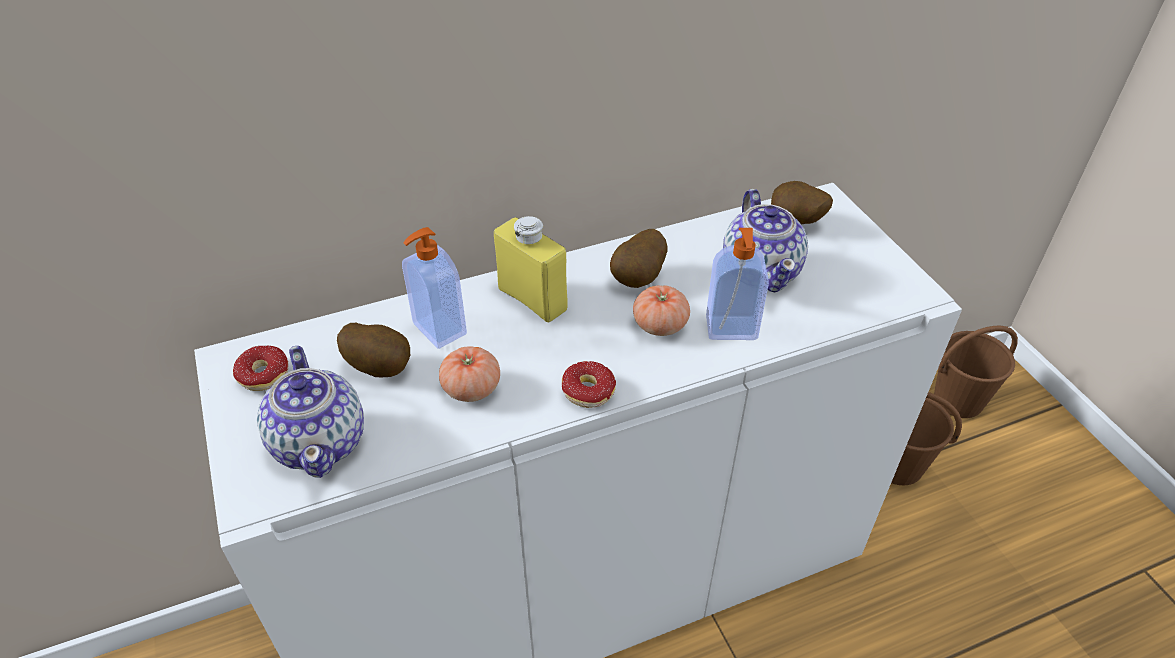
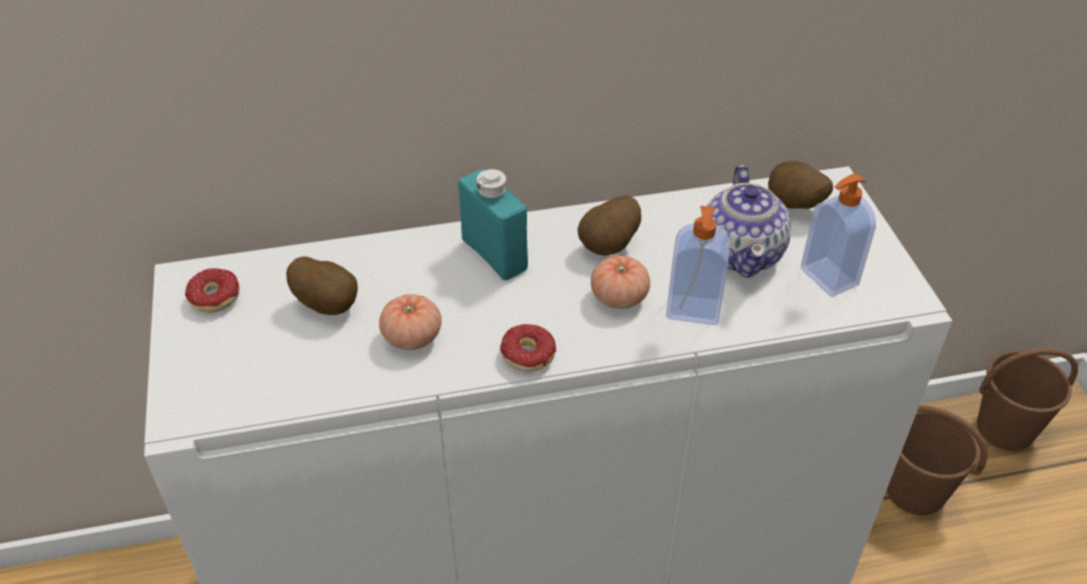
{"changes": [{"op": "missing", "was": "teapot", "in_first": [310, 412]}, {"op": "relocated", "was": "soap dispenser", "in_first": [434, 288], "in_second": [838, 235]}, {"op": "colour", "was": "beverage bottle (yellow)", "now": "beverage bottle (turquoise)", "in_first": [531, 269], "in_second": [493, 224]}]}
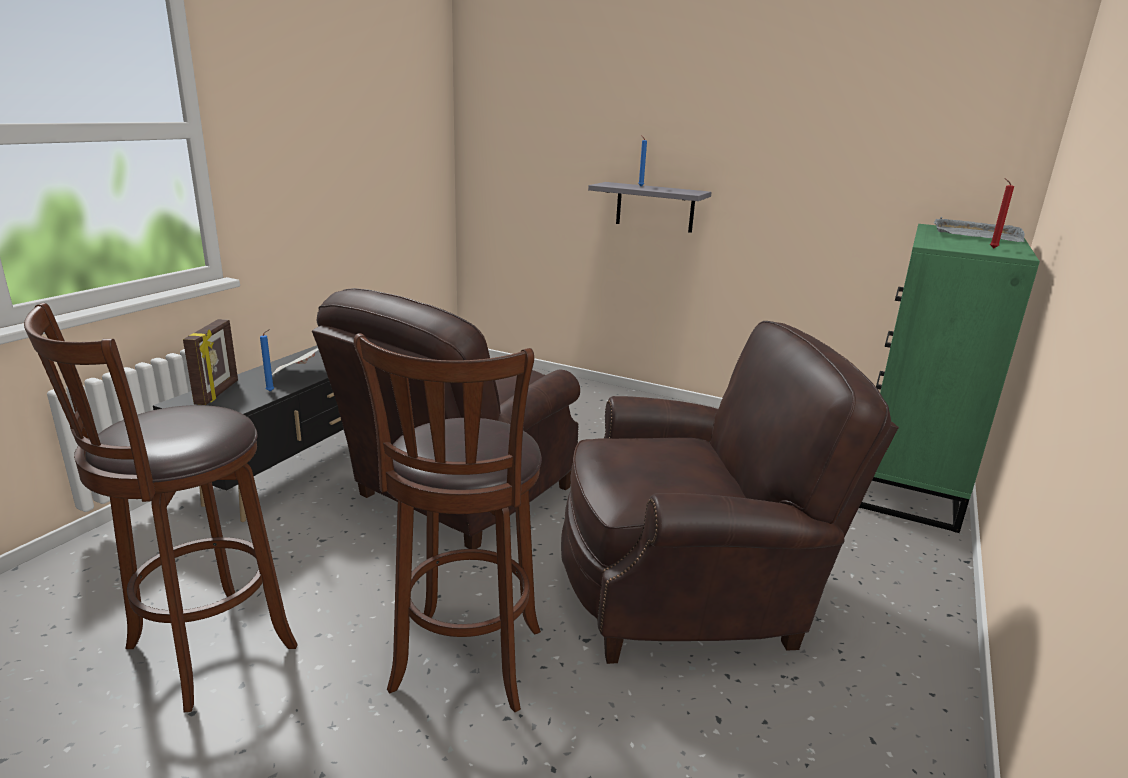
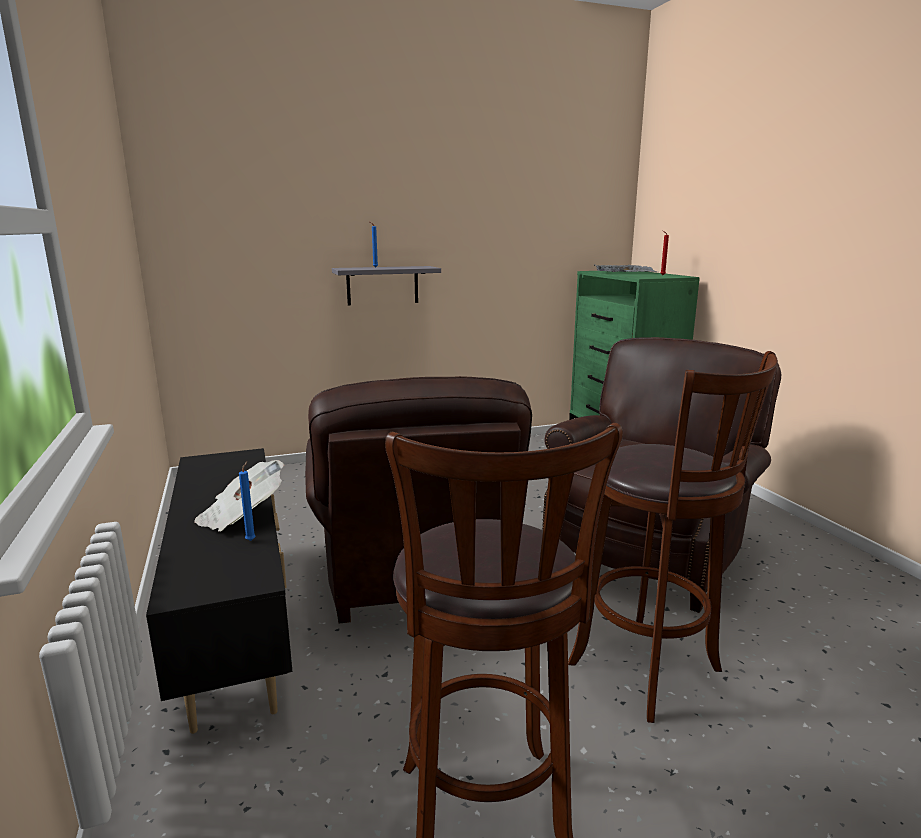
{"changes": [{"op": "missing", "was": "standing frame", "in_first": [210, 362]}]}
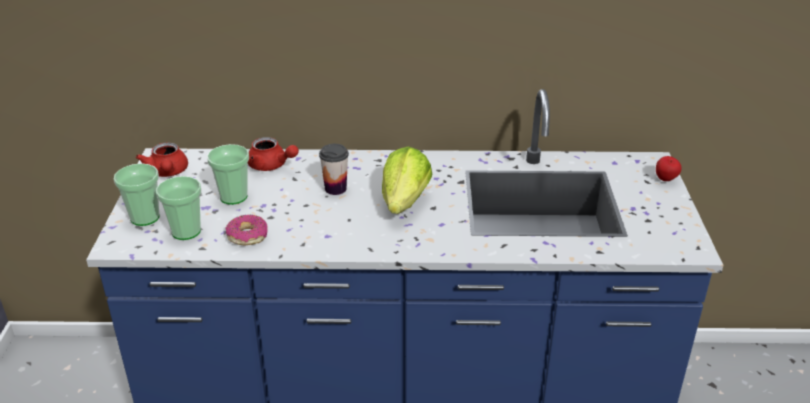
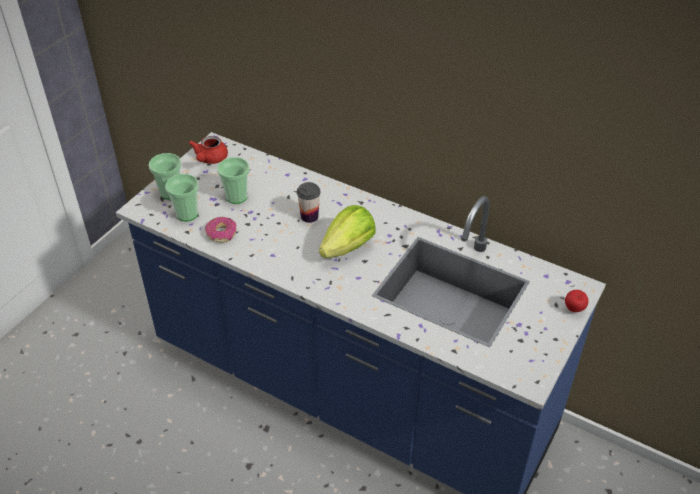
{"changes": [{"op": "missing", "was": "teapot (reddish)", "in_first": [273, 154]}]}
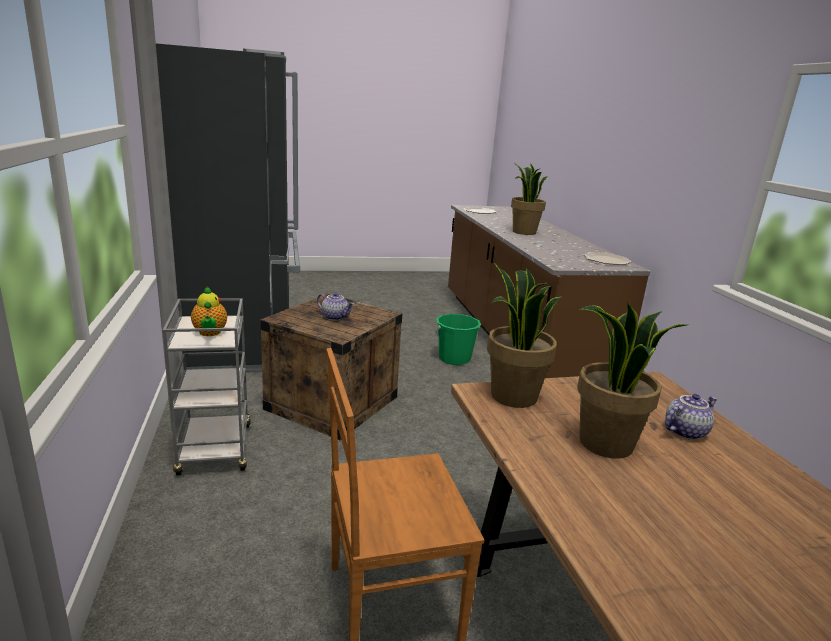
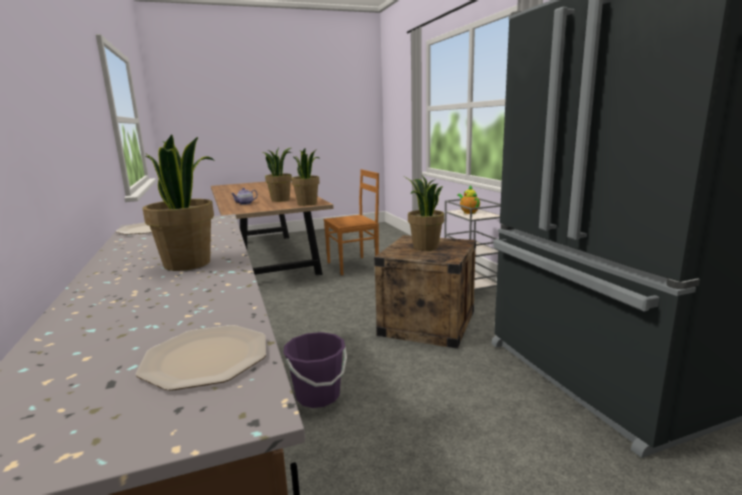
{"changes": [{"op": "exchanged", "was": "teapot", "now": "plant in a pot", "in_first": [335, 306], "in_second": [424, 213]}, {"op": "colour", "was": "pail (green-coloured)", "now": "pail (purple-coloured)", "in_first": [458, 339], "in_second": [315, 370]}]}
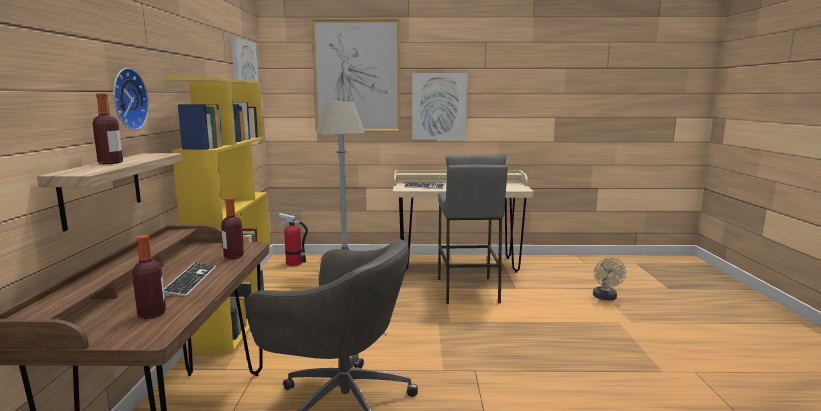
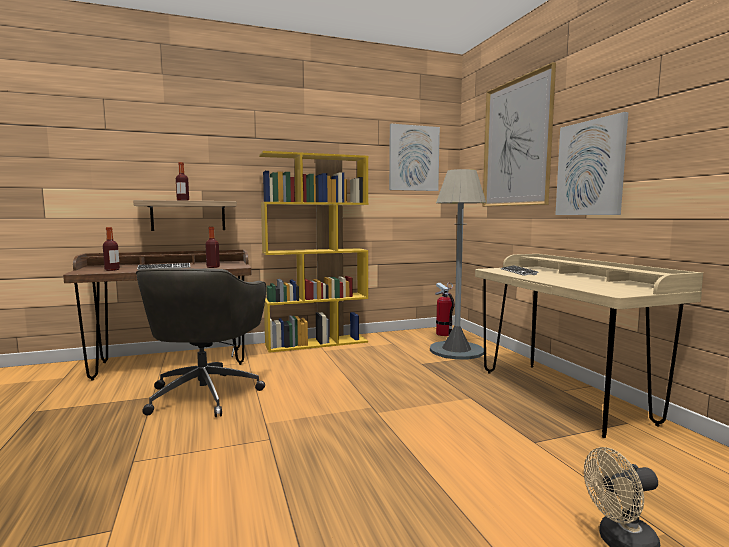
{"changes": [{"op": "missing", "was": "wall clock", "in_first": [131, 99]}, {"op": "missing", "was": "sitting stool (gray)", "in_first": [472, 229]}]}
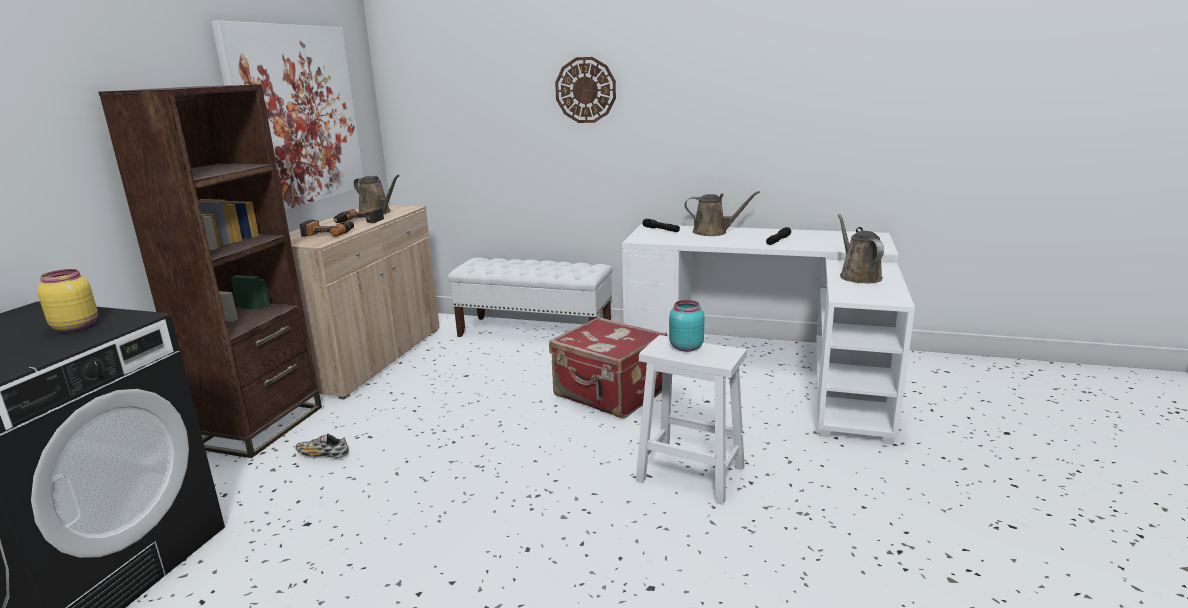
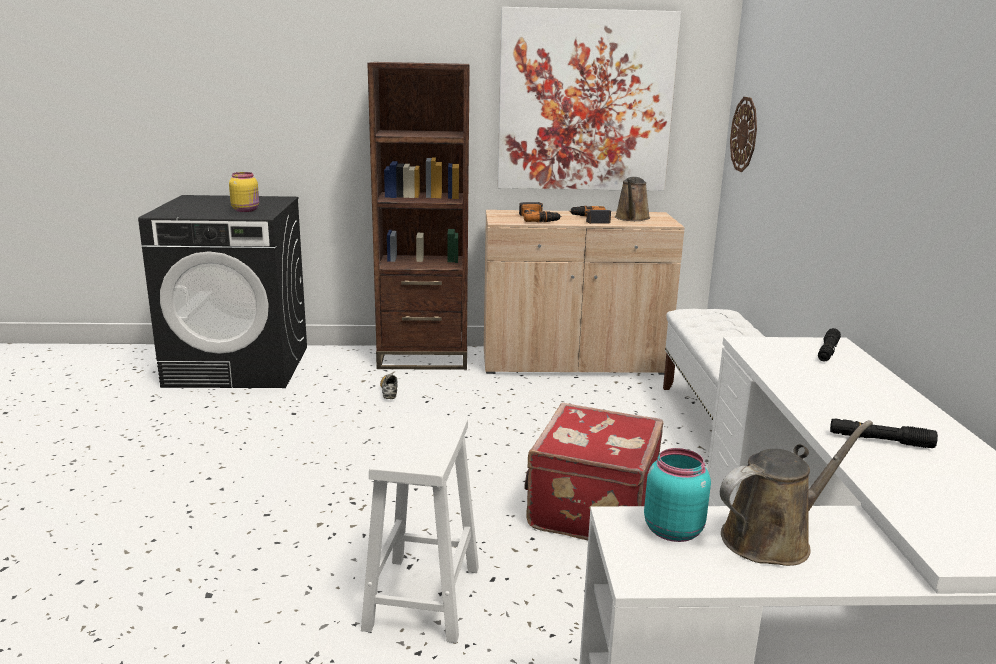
{"changes": [{"op": "missing", "was": "sprinkling can (brown-coloured)", "in_first": [722, 213]}, {"op": "relocated", "was": "wall clock", "in_first": [585, 90], "in_second": [743, 134]}, {"op": "relocated", "was": "preserve jar (turquoise)", "in_first": [686, 326], "in_second": [677, 495]}]}
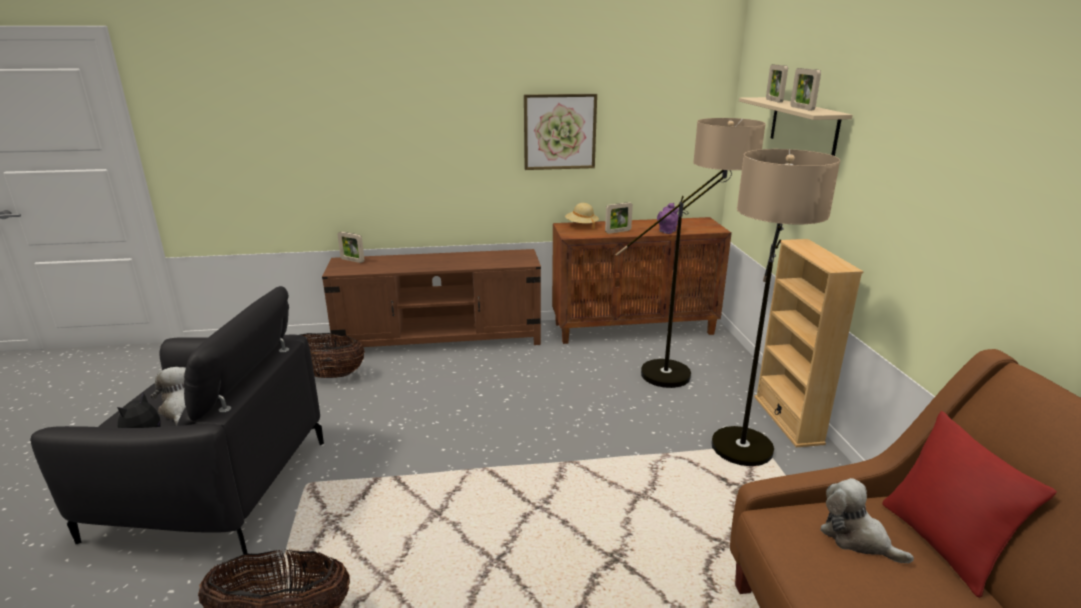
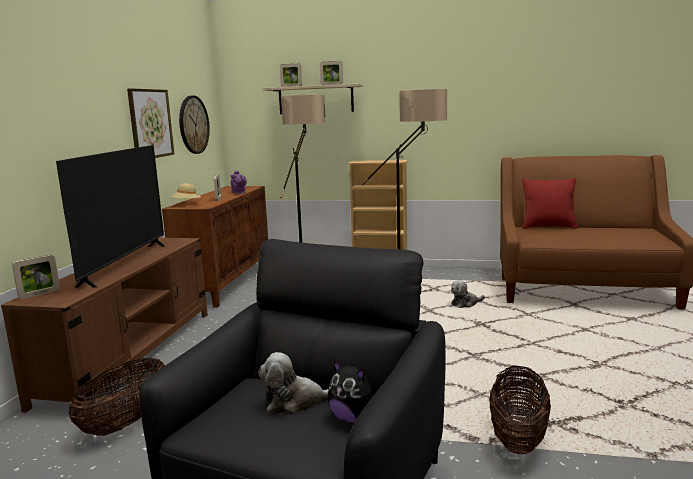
{"changes": [{"op": "appeared", "now": "TV", "in_second": [111, 216]}, {"op": "appeared", "now": "wall clock", "in_second": [194, 124]}, {"op": "relocated", "was": "plush toy", "in_first": [867, 520], "in_second": [468, 294]}]}
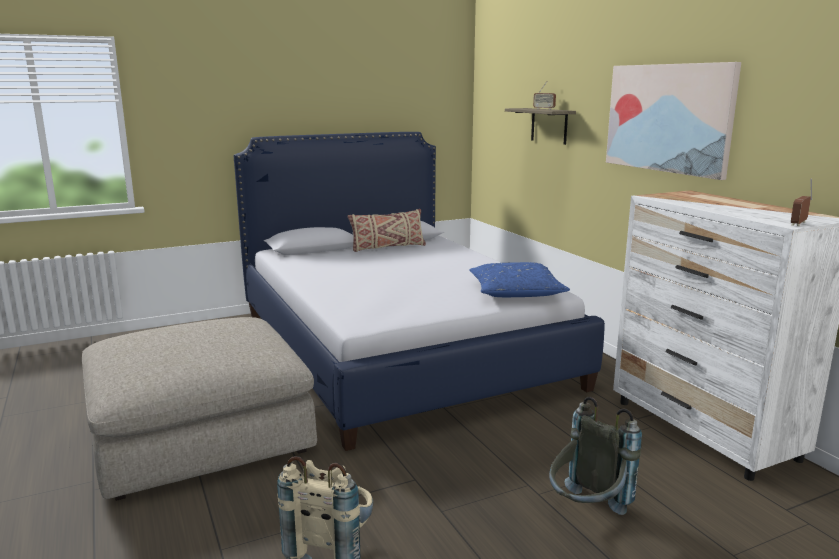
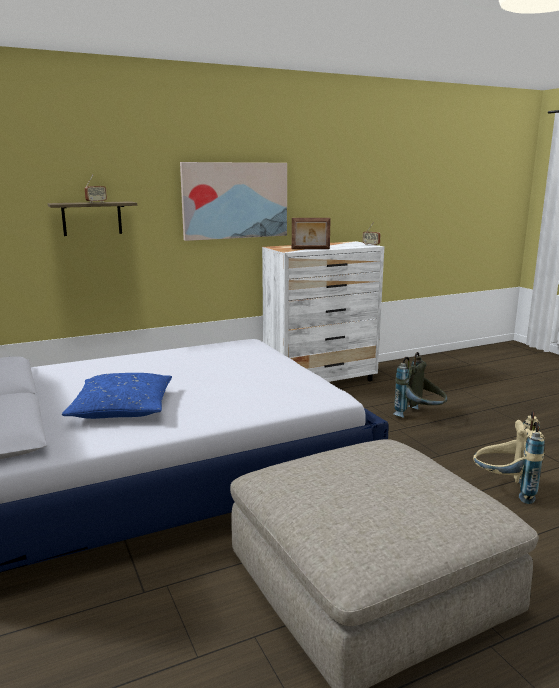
{"changes": [{"op": "missing", "was": "throw pillow (beige-coloured)", "in_first": [387, 230]}, {"op": "appeared", "now": "standing frame", "in_second": [311, 233]}, {"op": "relocated", "was": "throw pillow (blue-coloured)", "in_first": [519, 279], "in_second": [117, 396]}]}
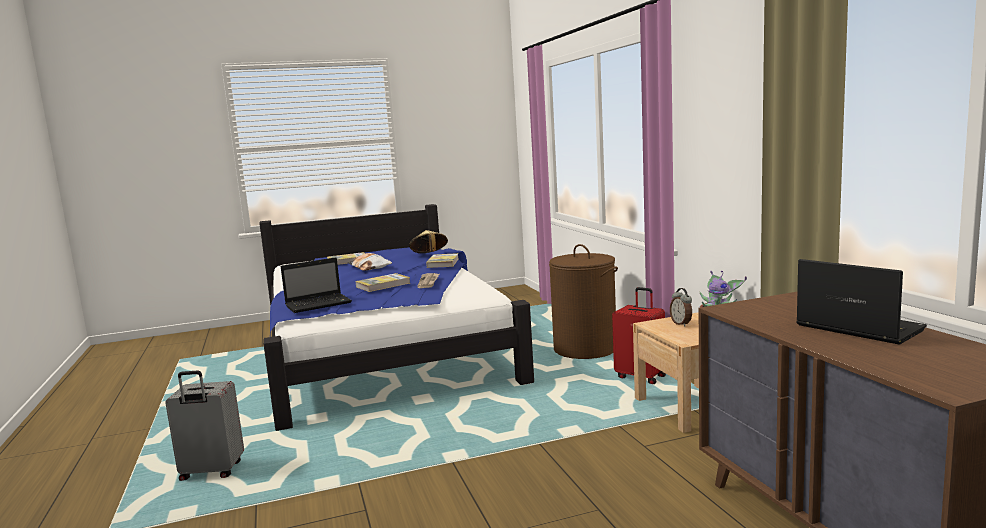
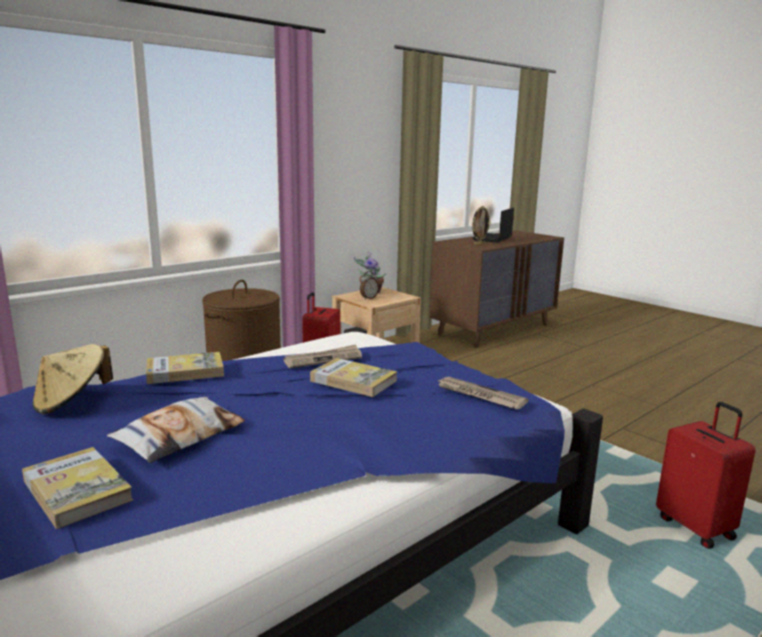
{"changes": [{"op": "appeared", "now": "standing frame", "in_second": [481, 225]}, {"op": "exchanged", "was": "notebook computer", "now": "printed paper", "in_first": [316, 285], "in_second": [482, 393]}, {"op": "colour", "was": "piece of luggage (gray)", "now": "piece of luggage (reddish)", "in_first": [204, 425], "in_second": [706, 475]}]}
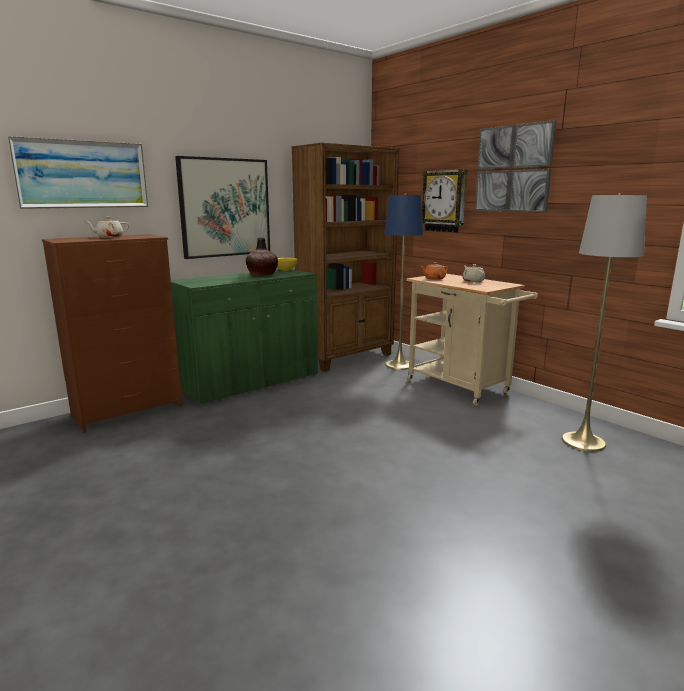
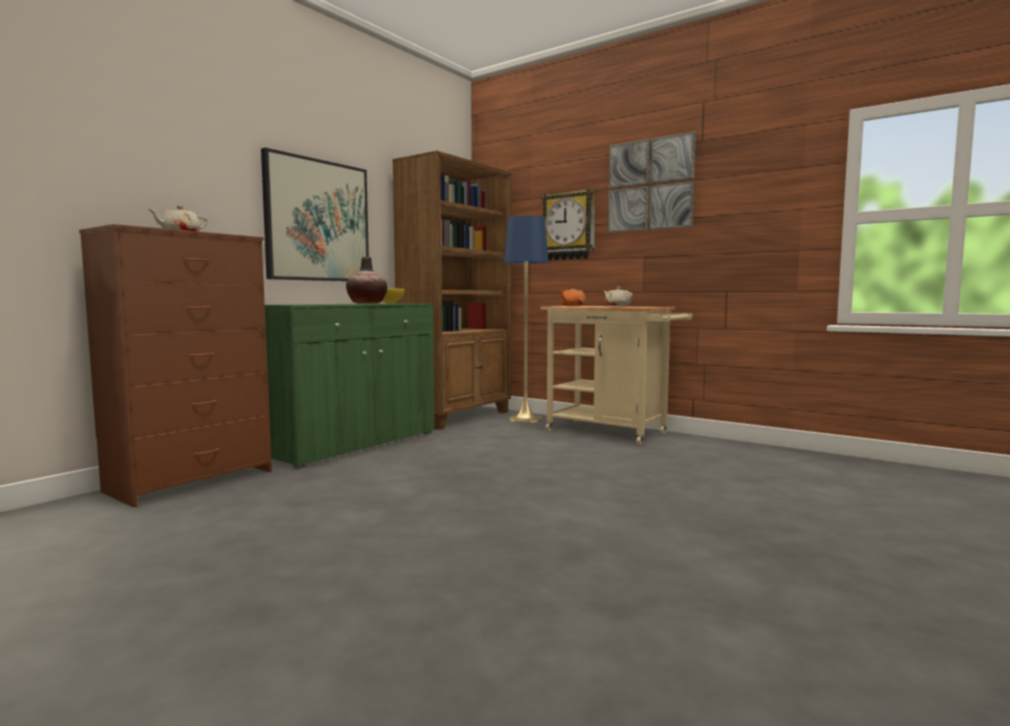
{"changes": [{"op": "missing", "was": "wall picture", "in_first": [77, 172]}, {"op": "missing", "was": "standing lamp (gray)", "in_first": [604, 322]}]}
